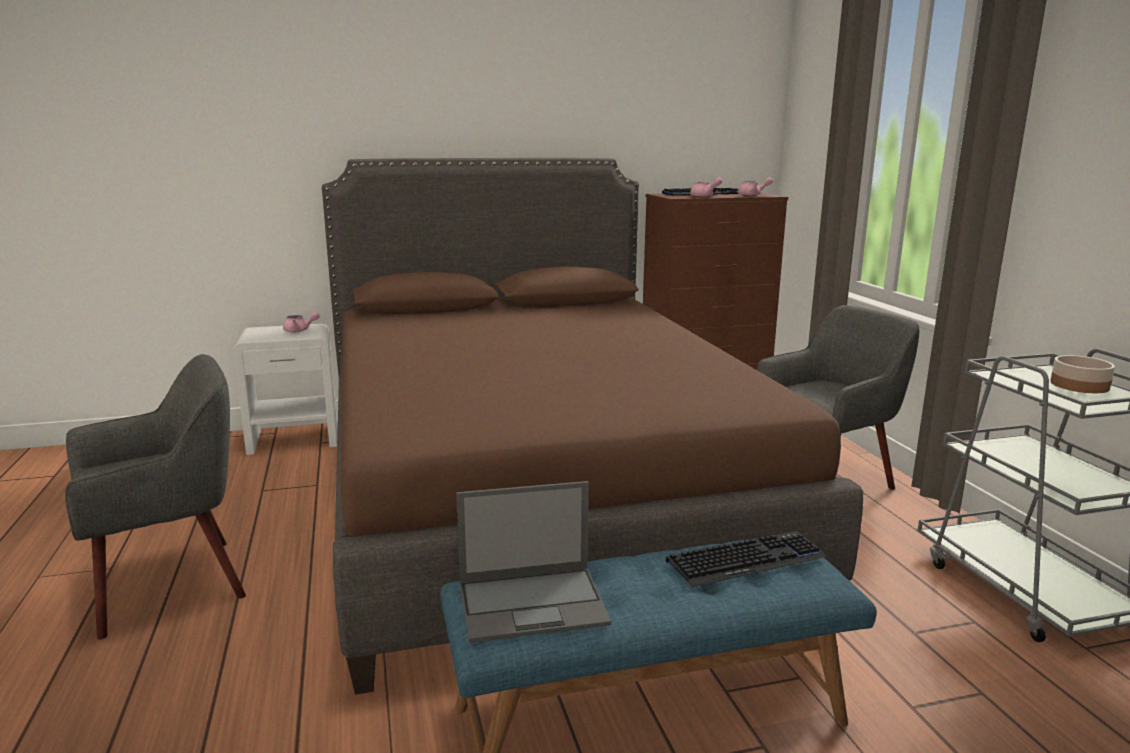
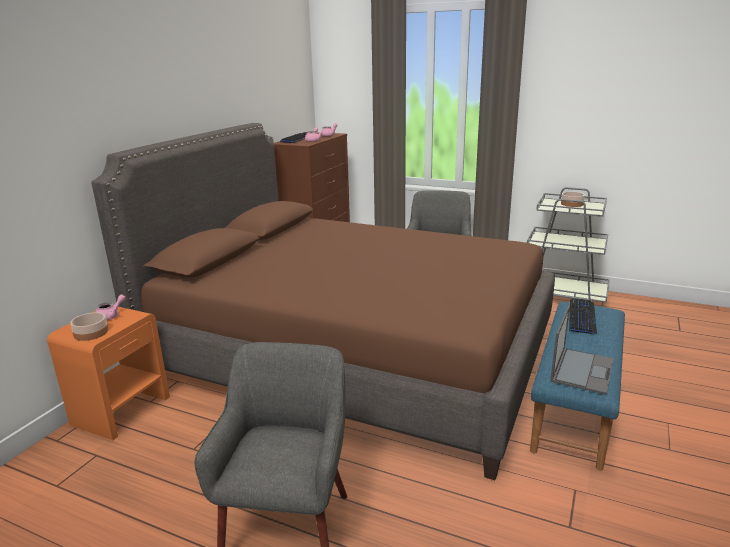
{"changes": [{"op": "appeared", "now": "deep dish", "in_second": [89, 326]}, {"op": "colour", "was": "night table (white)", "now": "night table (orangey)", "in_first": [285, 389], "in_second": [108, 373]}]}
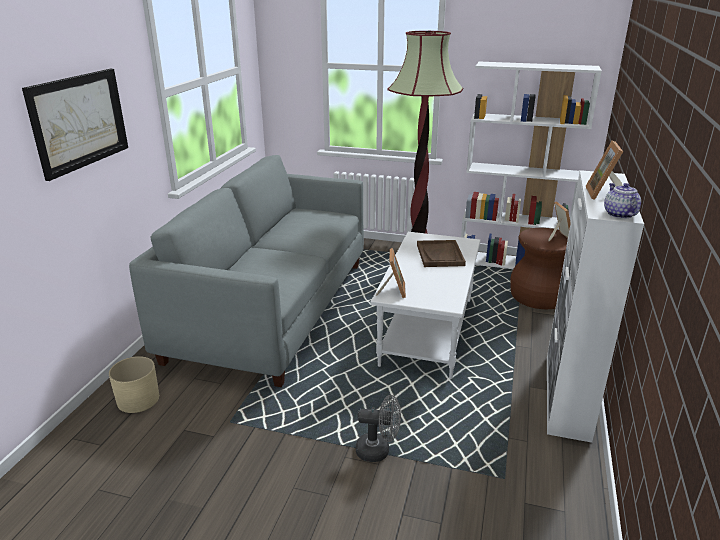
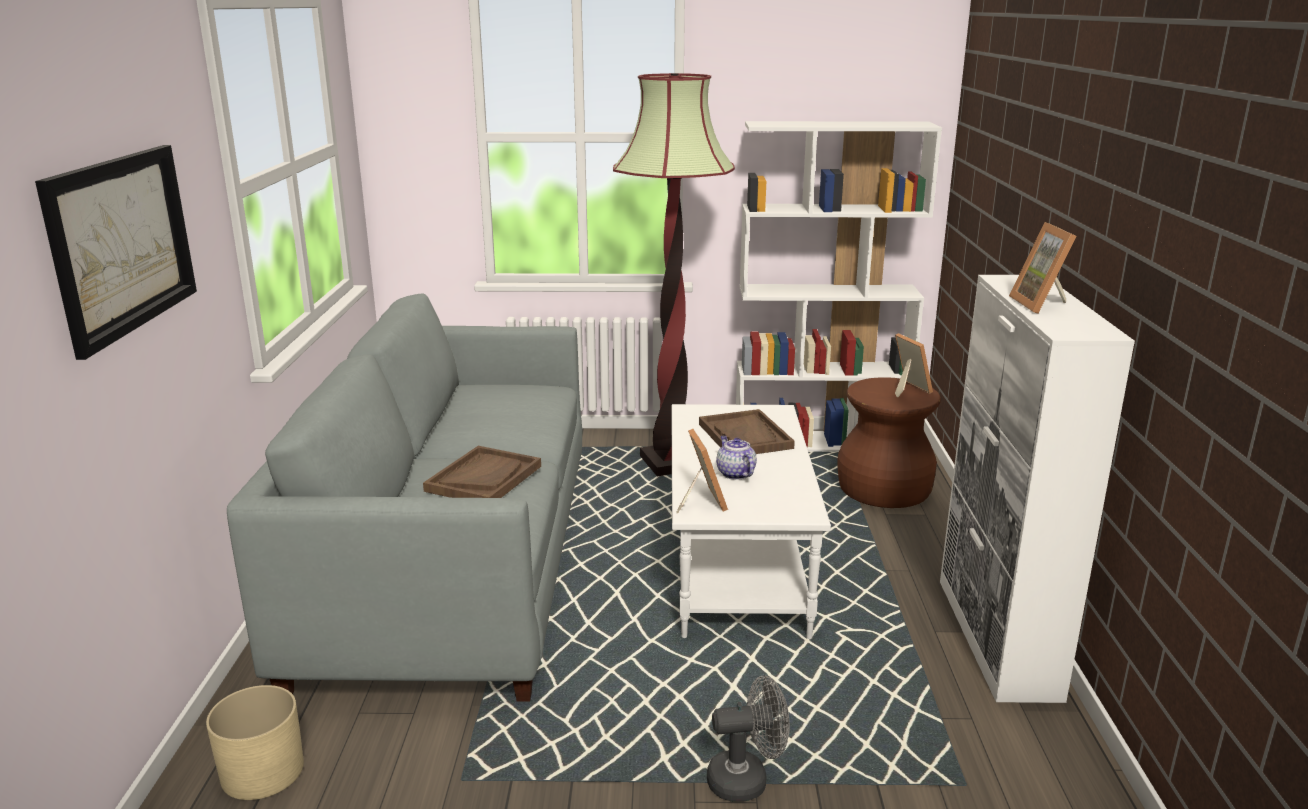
{"changes": [{"op": "appeared", "now": "carrying tray (brown-coloured)", "in_second": [482, 472]}, {"op": "relocated", "was": "teapot", "in_first": [622, 201], "in_second": [736, 458]}]}
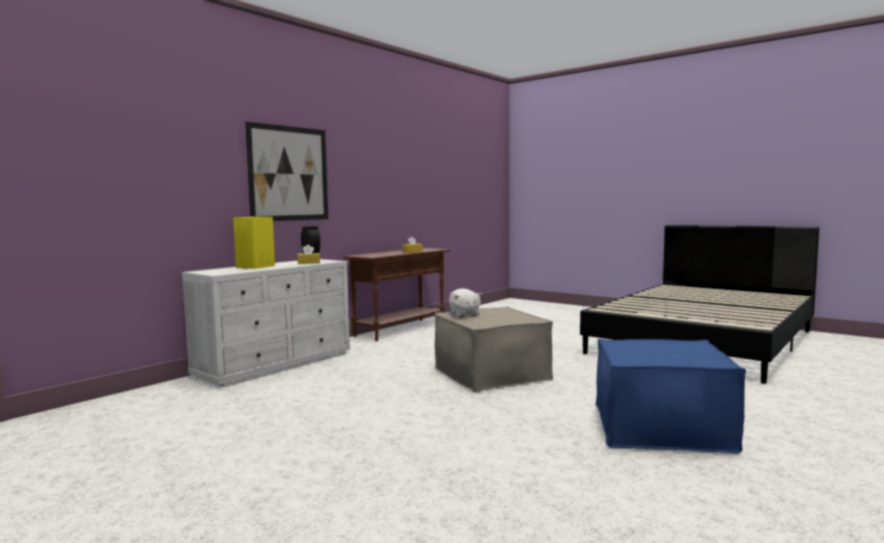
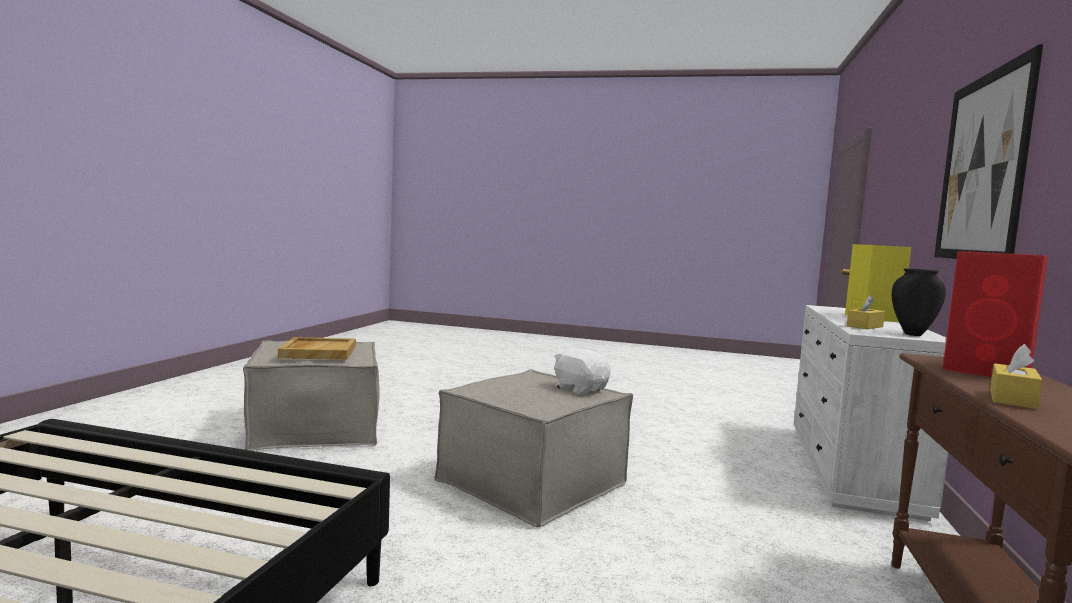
{"changes": [{"op": "appeared", "now": "carrying tray (beige-coloured)", "in_second": [317, 348]}, {"op": "appeared", "now": "audio speaker (reddish)", "in_second": [995, 314]}, {"op": "colour", "was": "pouffe (blue-coloured)", "now": "pouffe (beige-coloured)", "in_first": [671, 396], "in_second": [311, 395]}]}
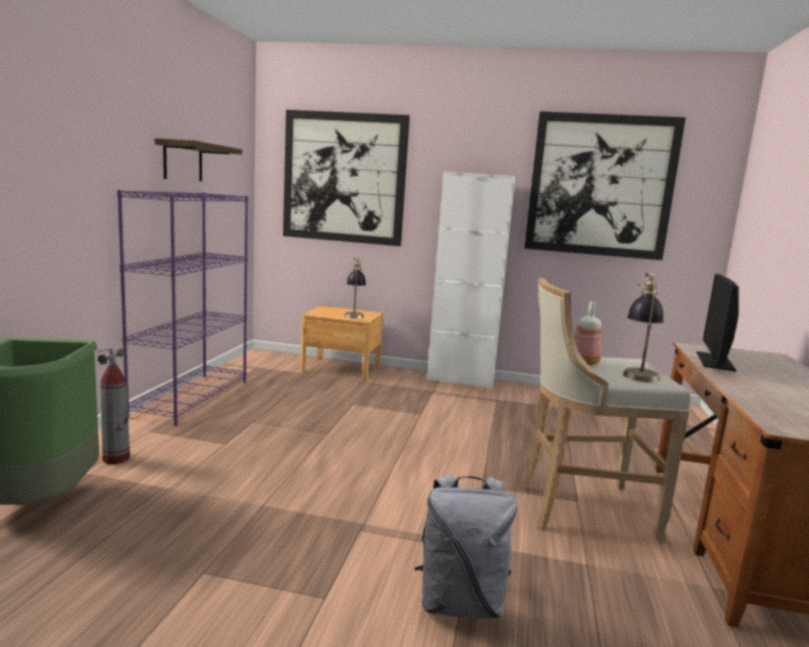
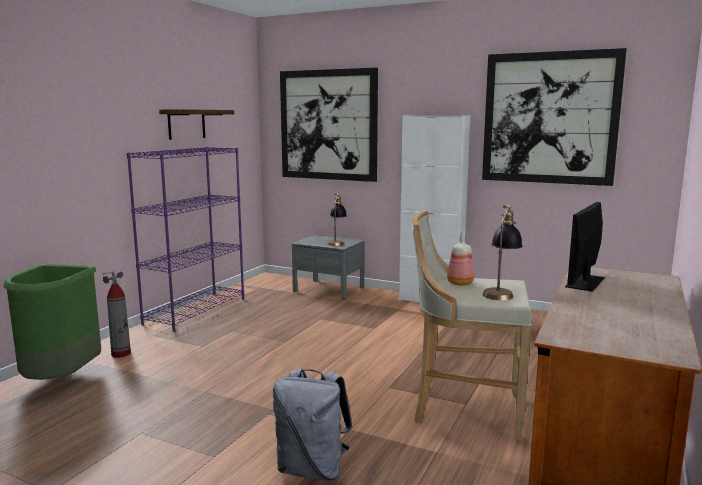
{"changes": [{"op": "colour", "was": "night table (brown-coloured)", "now": "night table (gray)", "in_first": [341, 343], "in_second": [328, 267]}]}
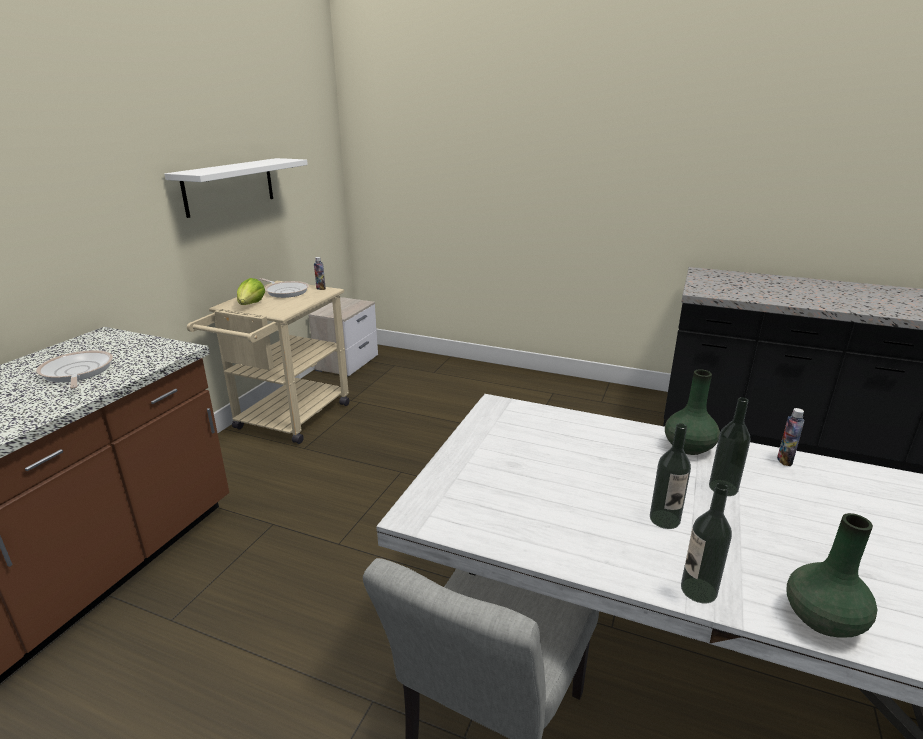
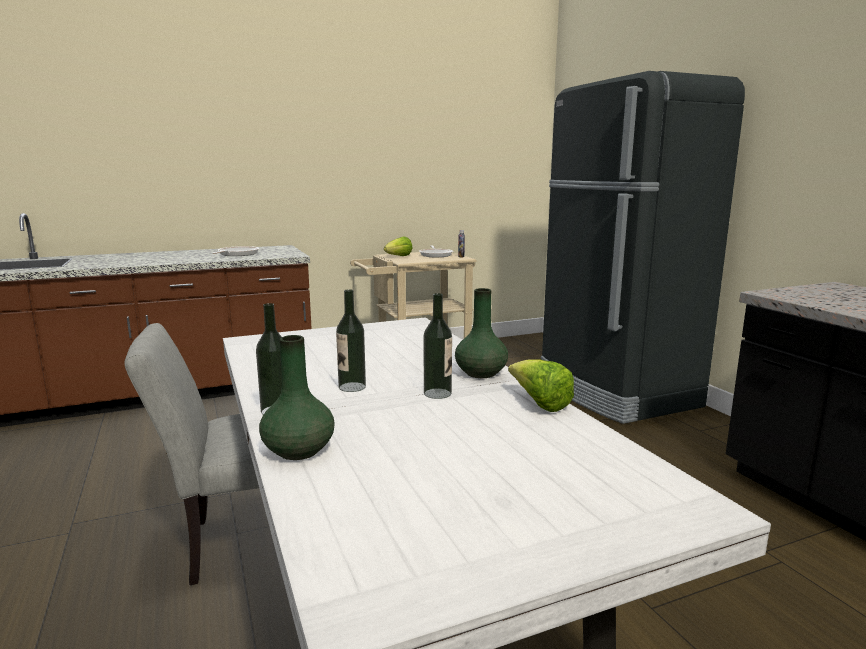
{"changes": [{"op": "missing", "was": "bracket shelf (white)", "in_first": [236, 188]}, {"op": "missing", "was": "night table", "in_first": [343, 337]}, {"op": "appeared", "now": "kitchen fridge (blackish)", "in_second": [643, 247]}, {"op": "exchanged", "was": "beverage bottle", "now": "lettuce", "in_first": [790, 437], "in_second": [541, 385]}]}
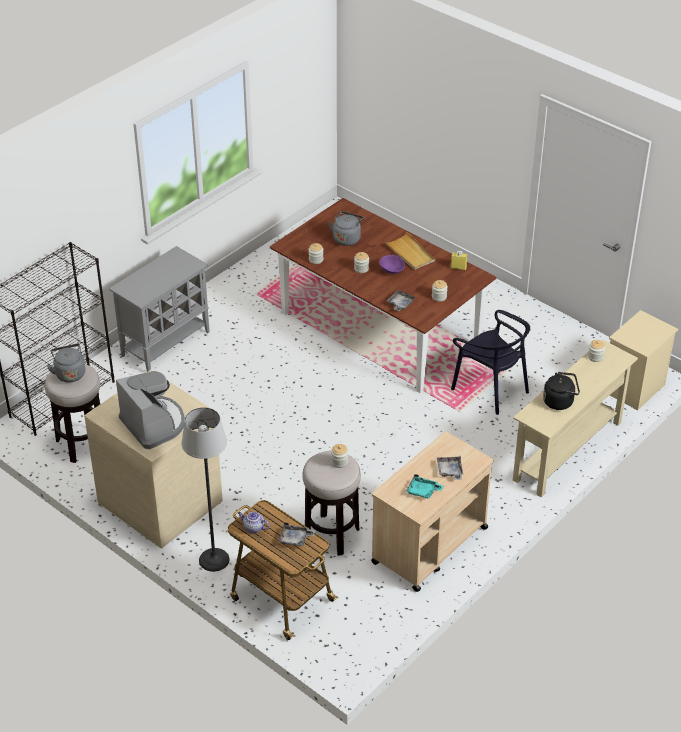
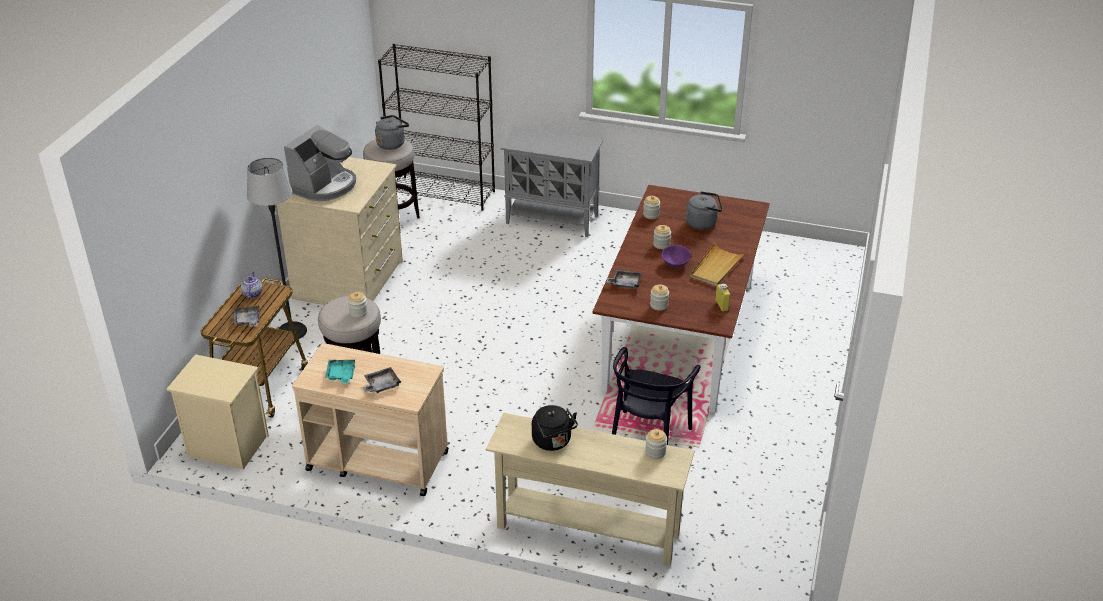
{"changes": [{"op": "relocated", "was": "night table (beige-coloured)", "in_first": [643, 360], "in_second": [218, 412]}]}
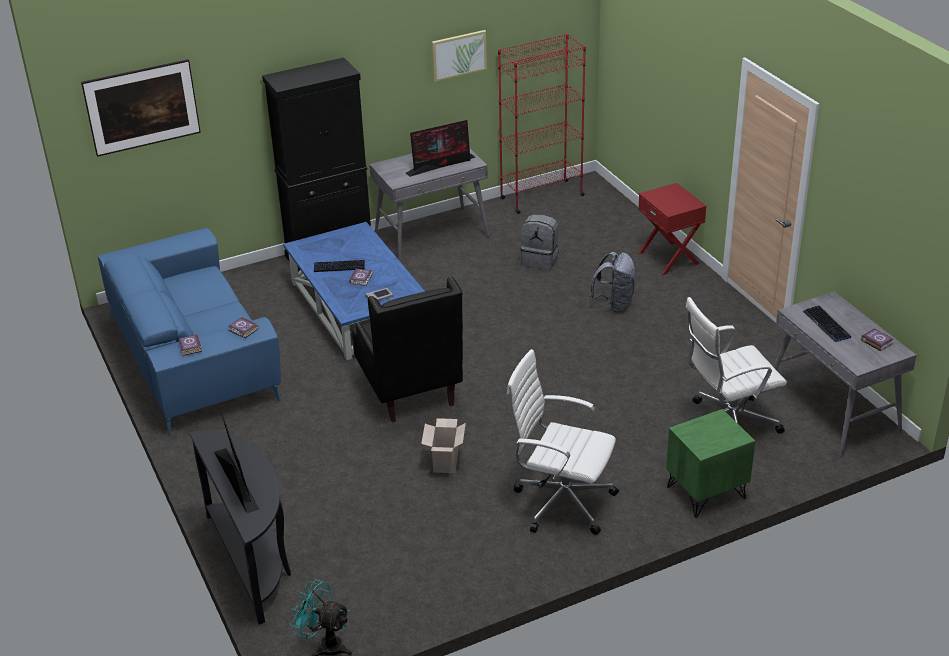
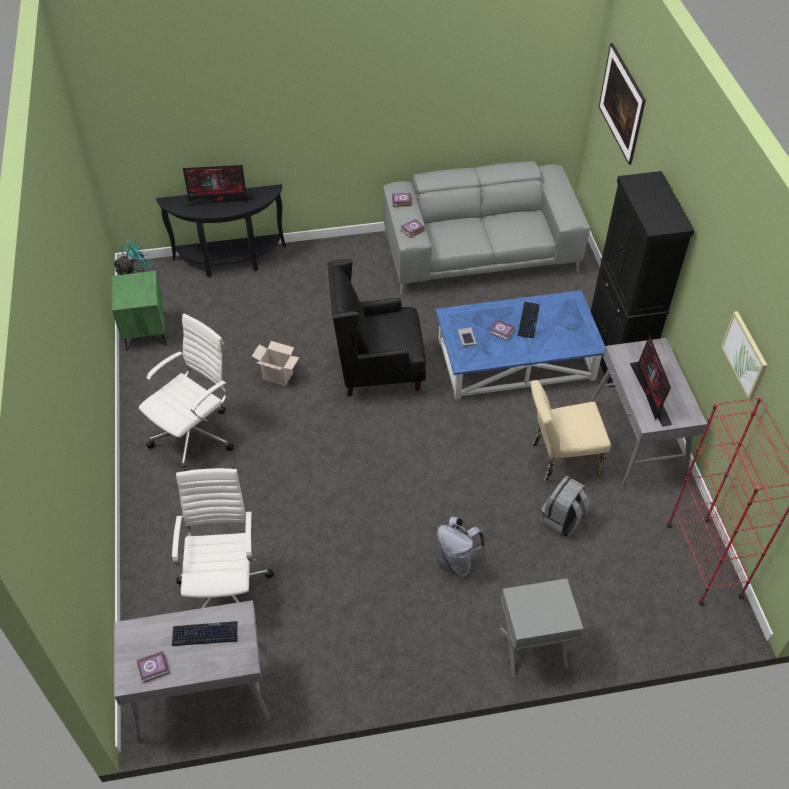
{"changes": [{"op": "appeared", "now": "upright chair (beige-coloured)", "in_second": [571, 431]}, {"op": "relocated", "was": "night table (green-coloured)", "in_first": [710, 463], "in_second": [139, 311]}, {"op": "colour", "was": "couch (blue-coloured)", "now": "couch (gray)", "in_first": [189, 331], "in_second": [486, 228]}, {"op": "colour", "was": "night table (reddish)", "now": "night table (gray)", "in_first": [672, 229], "in_second": [541, 627]}]}
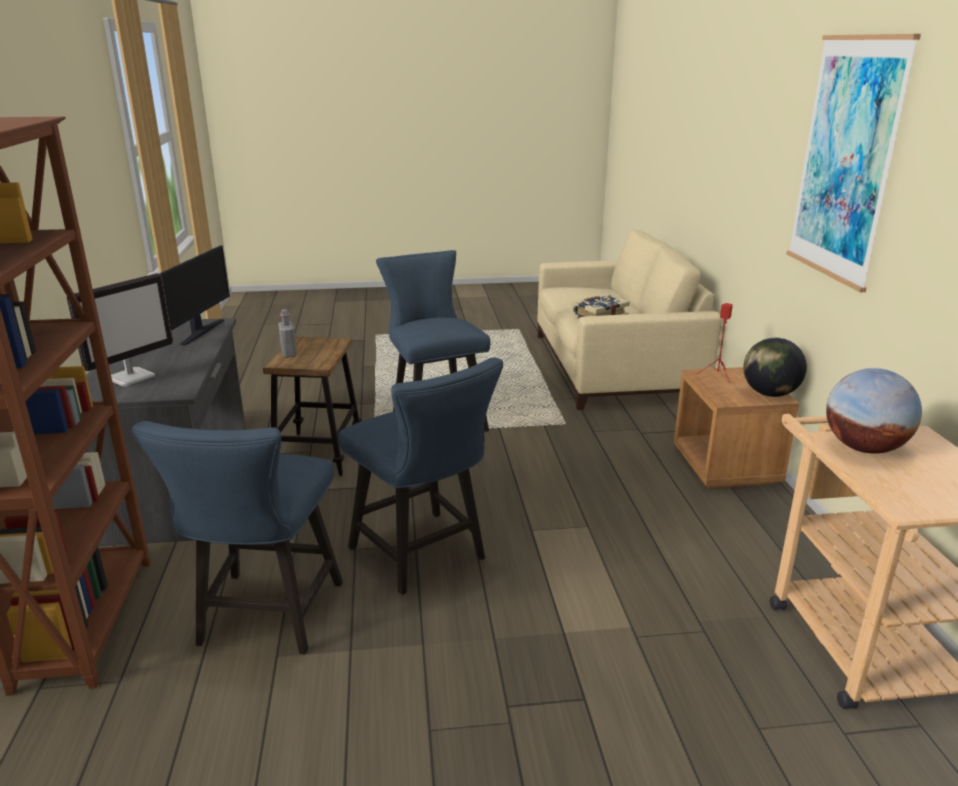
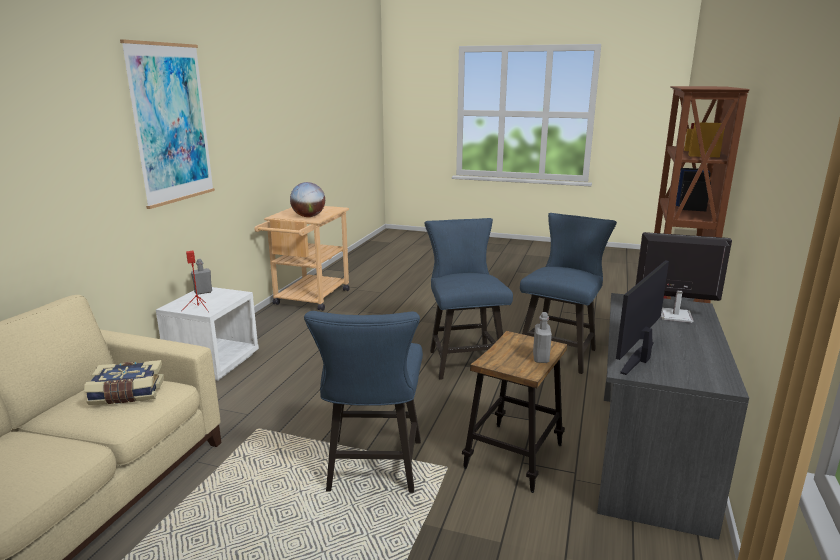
{"changes": [{"op": "exchanged", "was": "world globe", "now": "beverage bottle (gray)", "in_first": [775, 367], "in_second": [201, 277]}, {"op": "colour", "was": "night table (brown-coloured)", "now": "night table (white)", "in_first": [736, 427], "in_second": [207, 334]}, {"op": "spun", "was": "monitor", "in_first": [120, 329], "in_second": [684, 277], "clockwise": 45}]}
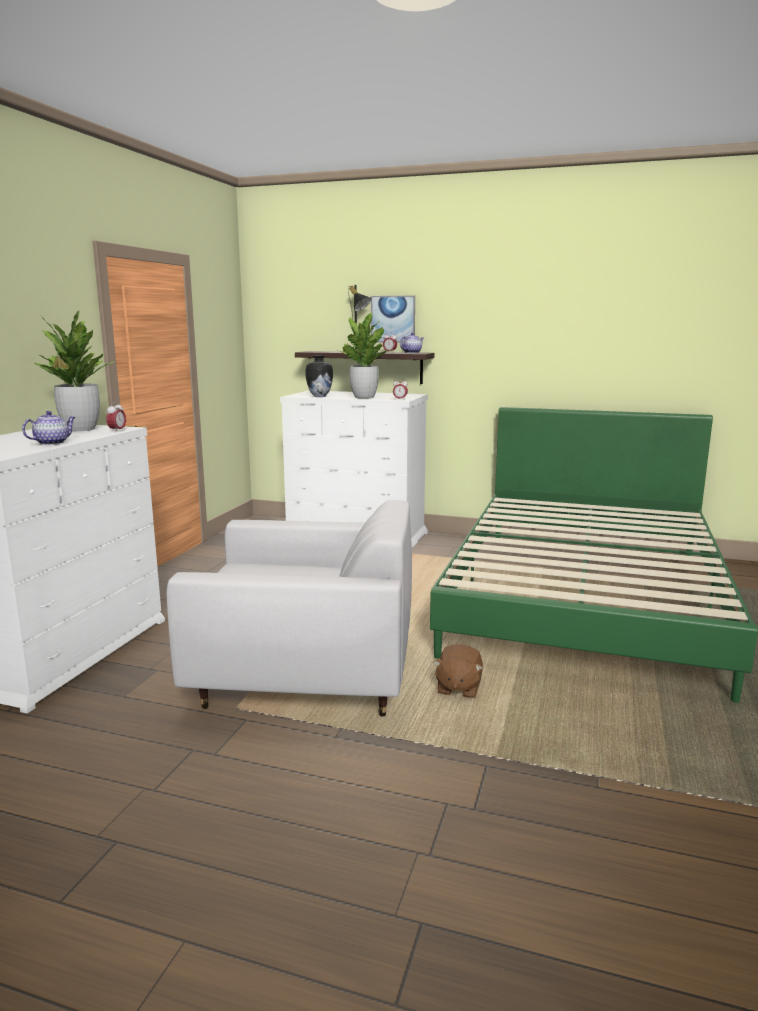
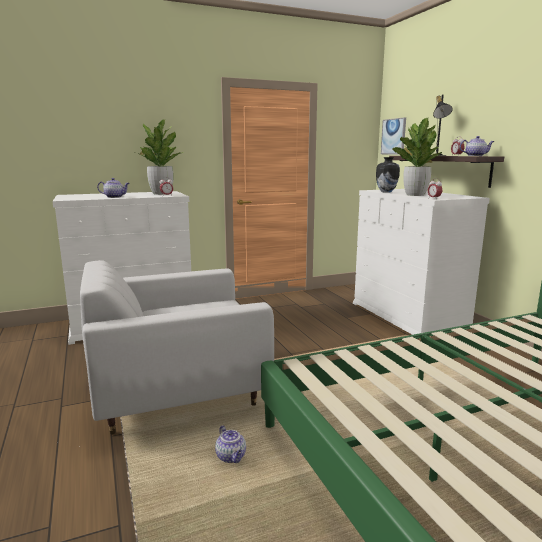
{"changes": [{"op": "relocated", "was": "wall picture", "in_first": [393, 319], "in_second": [393, 135]}, {"op": "exchanged", "was": "plush toy (brown-coloured)", "now": "teapot", "in_first": [458, 671], "in_second": [230, 444]}, {"op": "spun", "was": "easy chair (white)", "in_first": [289, 608], "in_second": [177, 347], "clockwise": 105}]}
